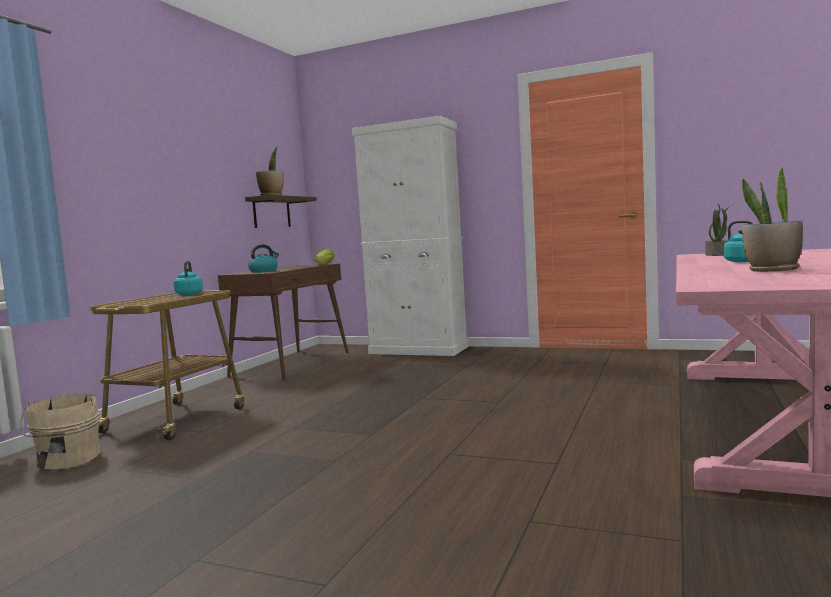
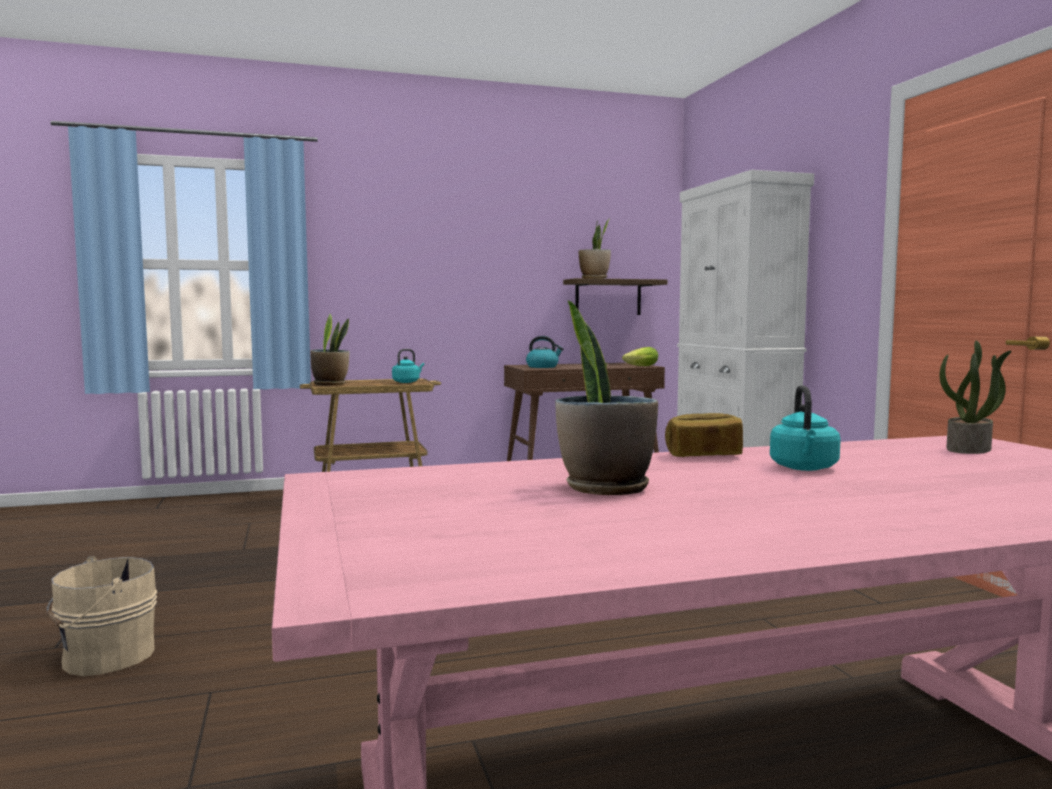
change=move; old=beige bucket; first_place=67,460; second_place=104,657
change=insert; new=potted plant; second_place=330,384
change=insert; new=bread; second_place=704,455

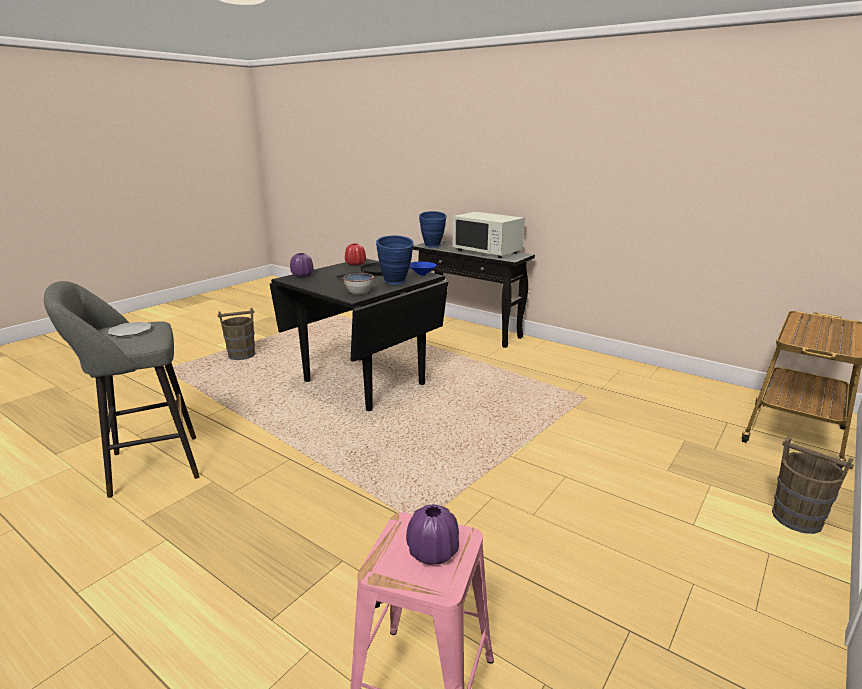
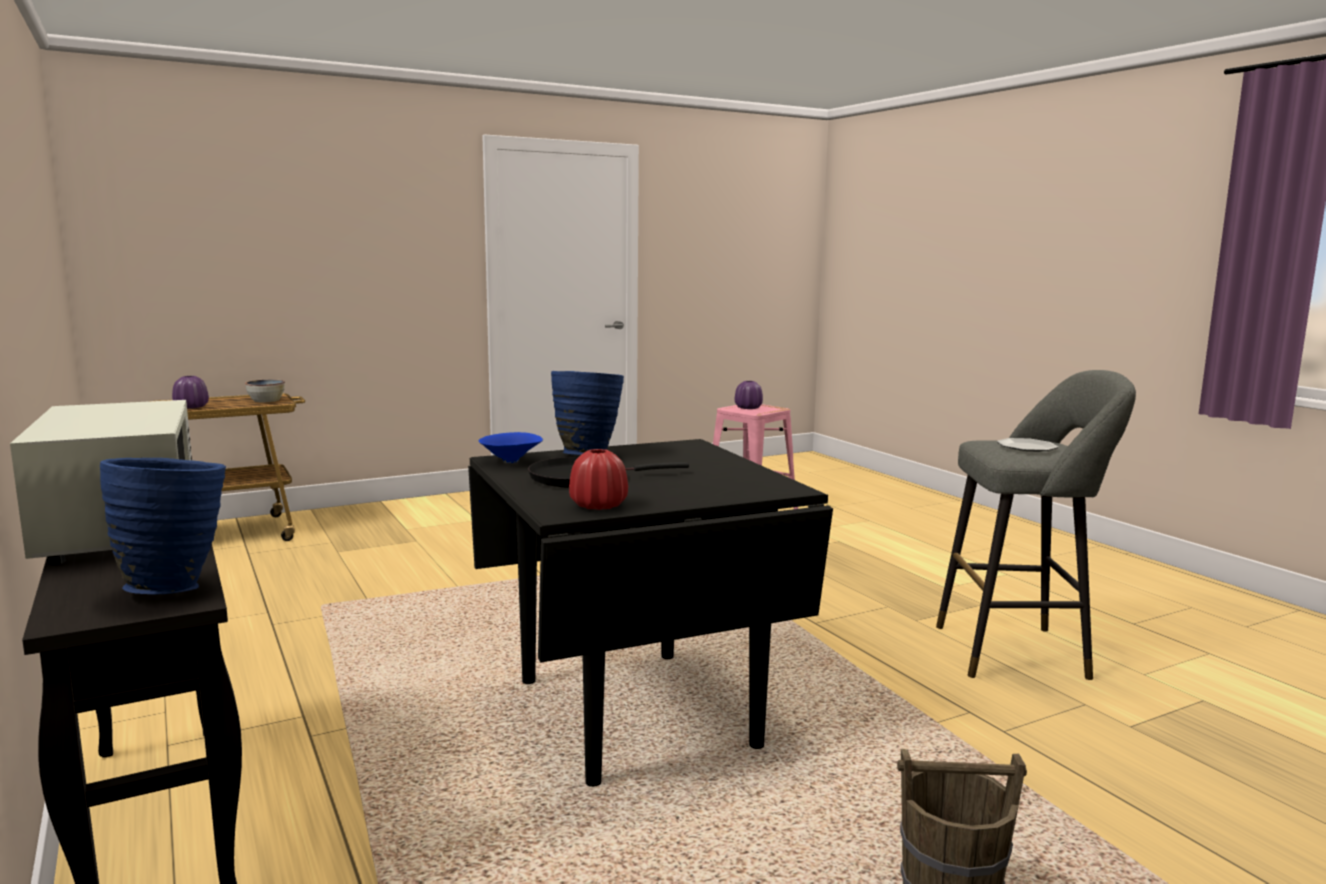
change=move; old=purple vase; first_place=302,275; second_place=191,407
change=move; old=bowl; first_place=359,292; second_place=266,401
change=delete; old=brown bucket; first_place=797,519

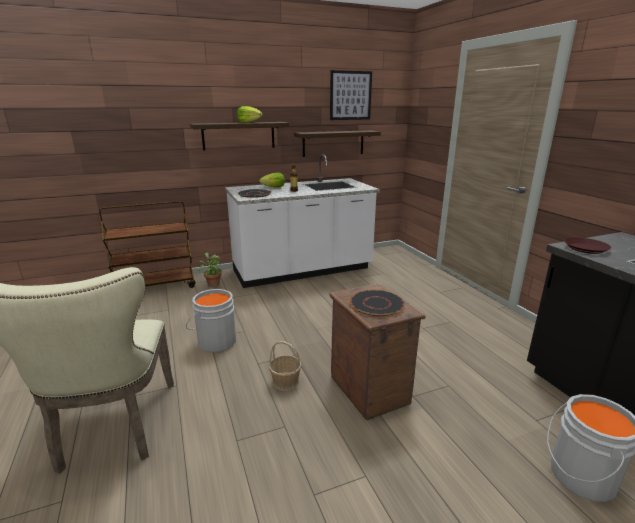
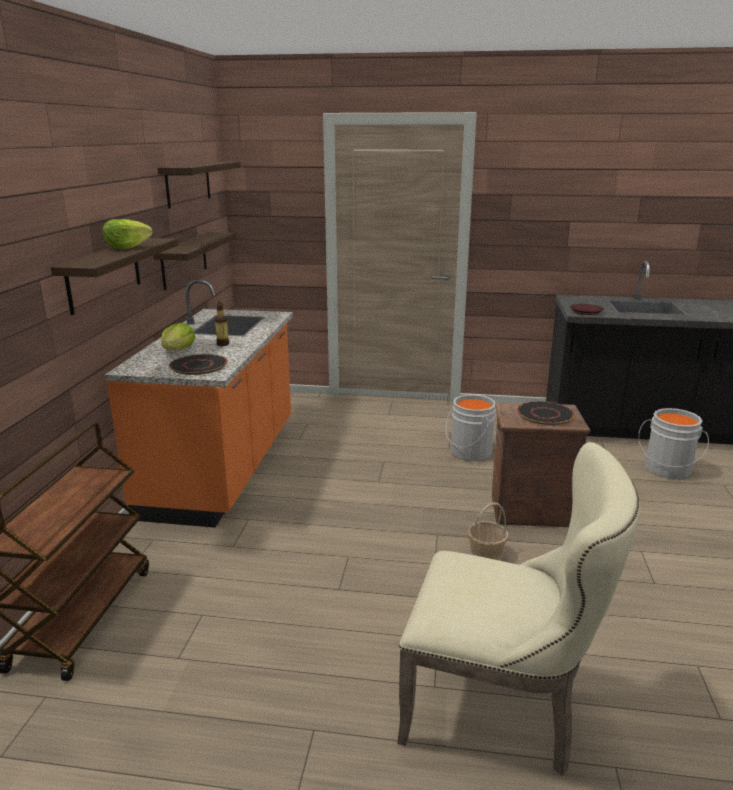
change=recolor; old=white counter; new=orange counter; first_place=302,270; second_place=224,467
change=replace; old=picture; new=shelf; first_place=350,95; second_place=188,183
change=move; old=grey bucket; first_place=216,341; second_place=469,452
change=delete; old=potted plant; first_place=212,284

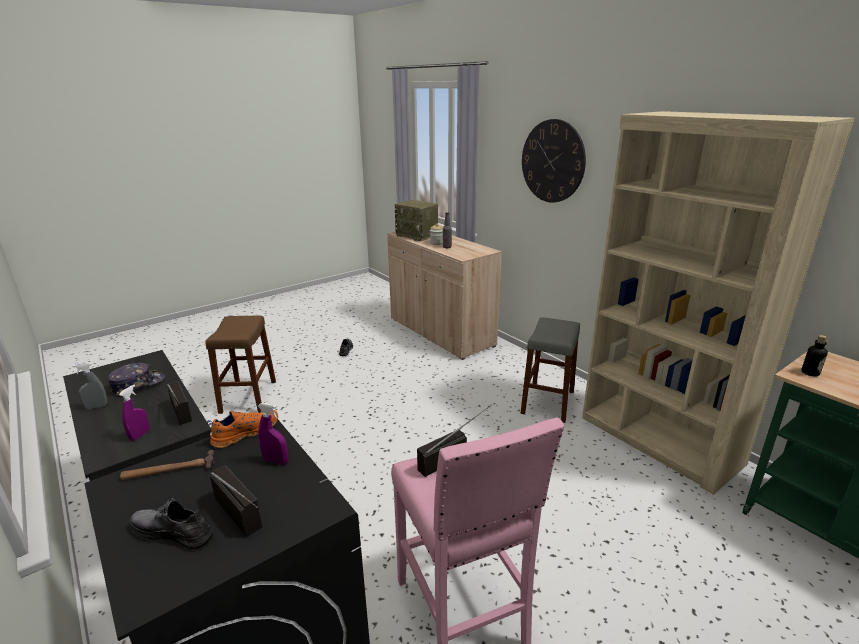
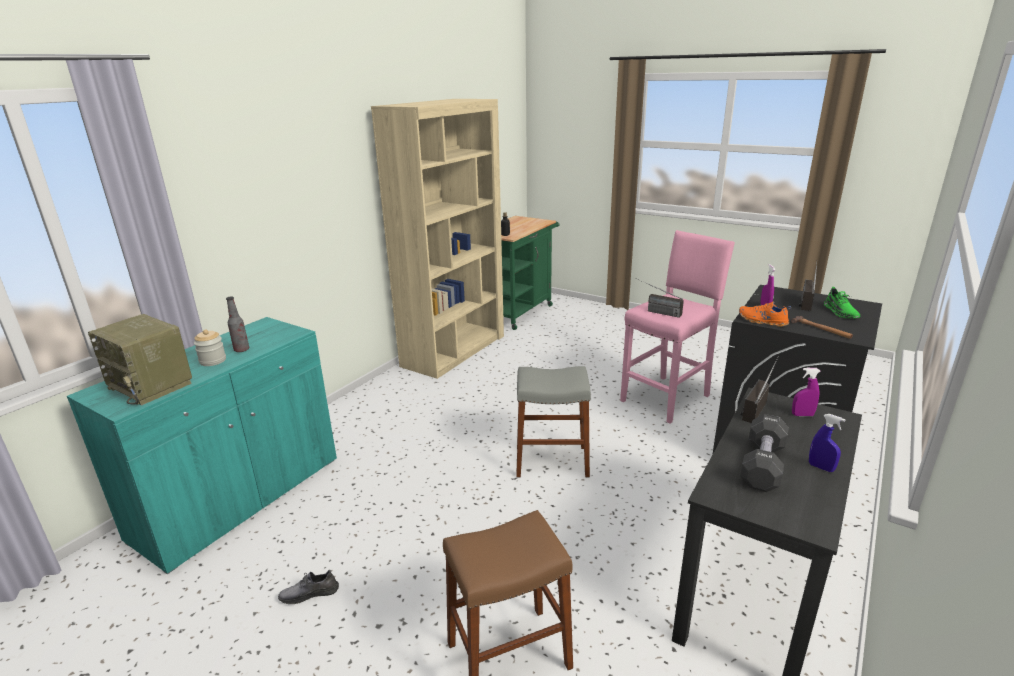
change=recolor; old=beige cabinet; new=turquoise cabinet; first_place=440,332; second_place=240,498
change=rotate; old=radio; first_place=417,235; second_place=152,385; degrees=105
change=move; old=grey stool; first_place=548,402; second_place=551,461
change=replace; old=cap; new=black dumbbell; first_place=138,384; second_place=762,465
change=recolor; old=grey spray bottle; new=blue spray bottle; first_place=96,407; second_place=821,467
change=recolor; old=grey shoe; new=green shoe; first_place=173,532; second_place=840,312
change=delete; old=wall clock; first_place=552,161

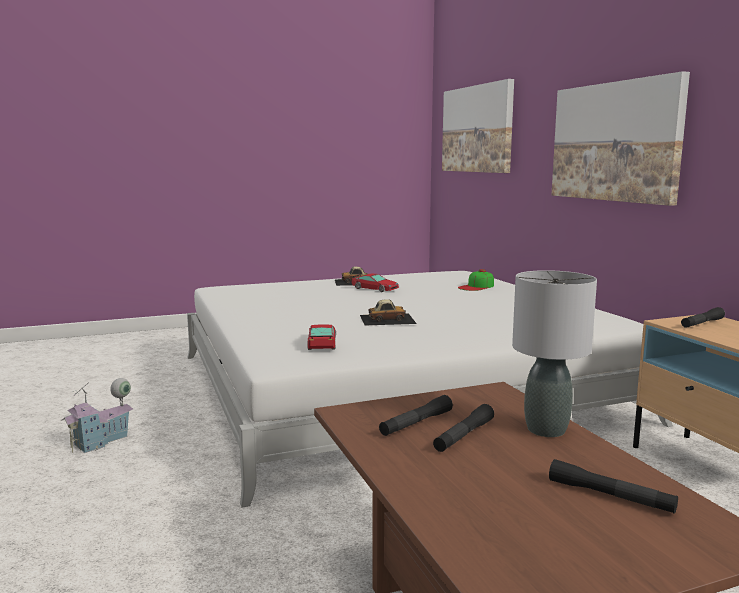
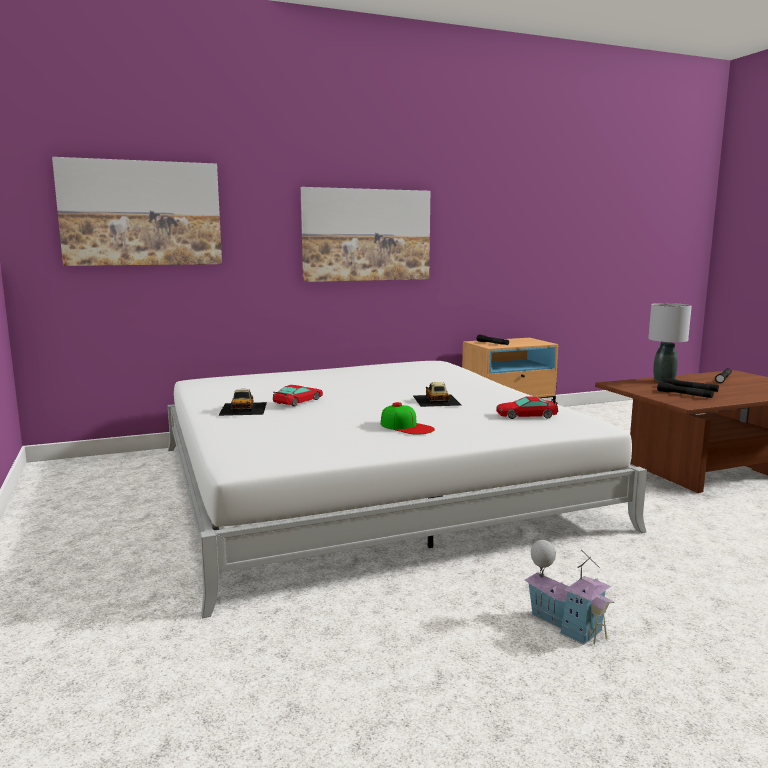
change=move; old=cap; first_place=476,286; second_place=406,427

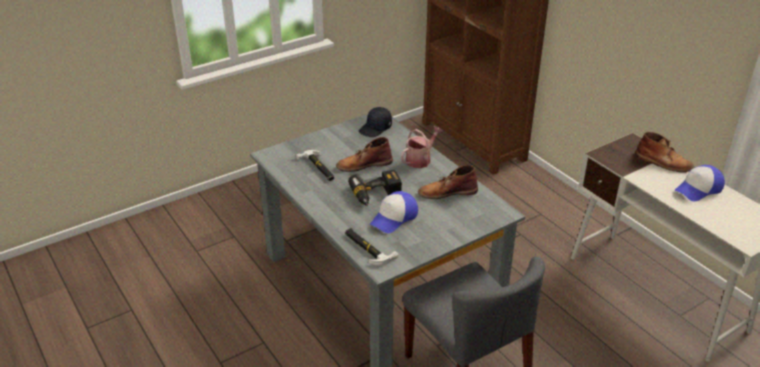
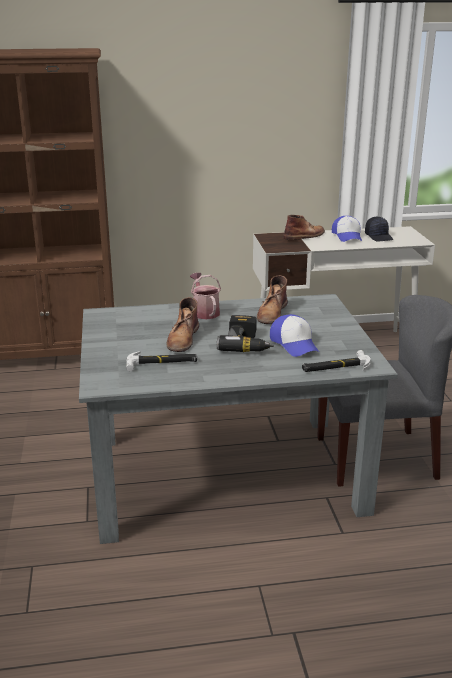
change=move; old=black cap; first_place=375,129; second_place=379,236

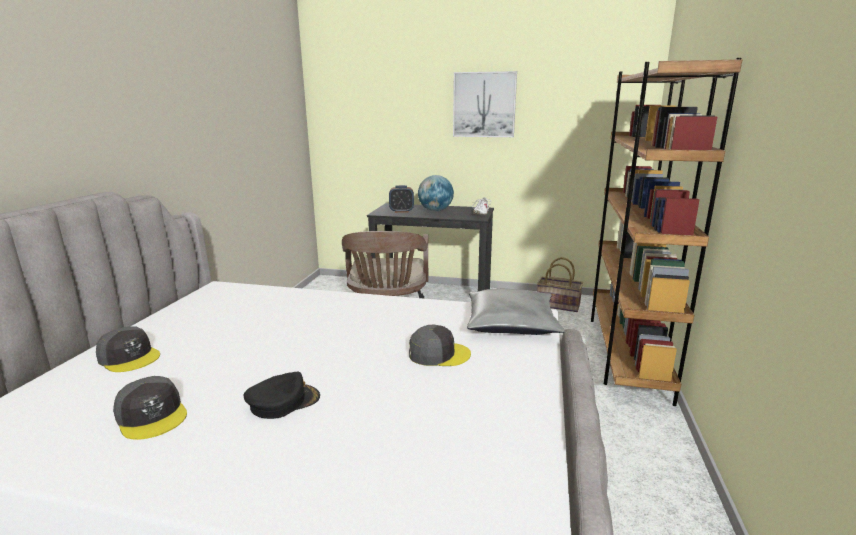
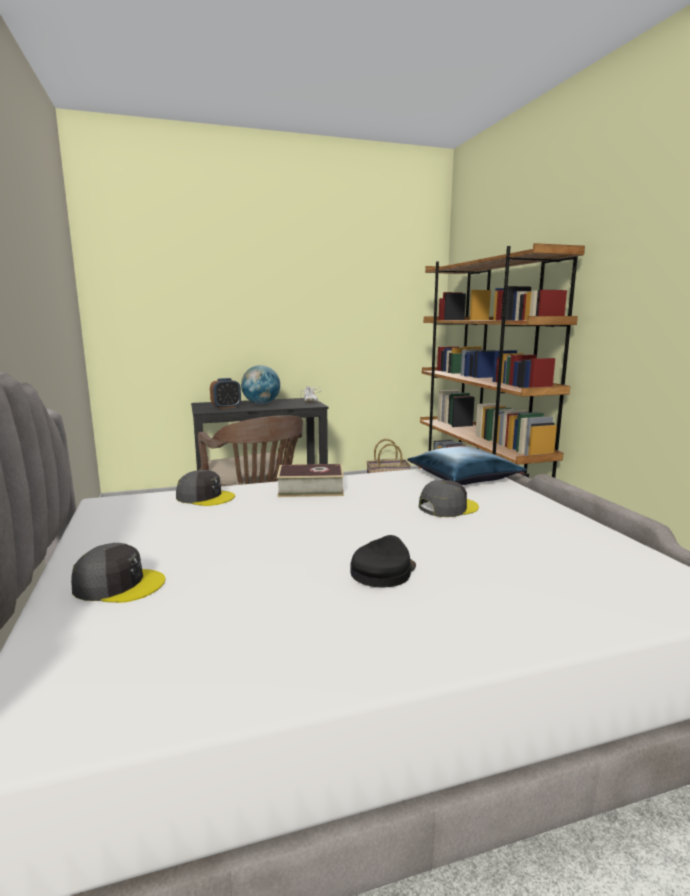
change=move; old=grey cap; first_place=152,415; second_place=205,497
change=insert; new=book; second_place=310,489
change=recolor; old=grey pillow; new=blue pillow; first_place=511,323; second_place=463,477
change=delete; old=picture; first_place=484,105

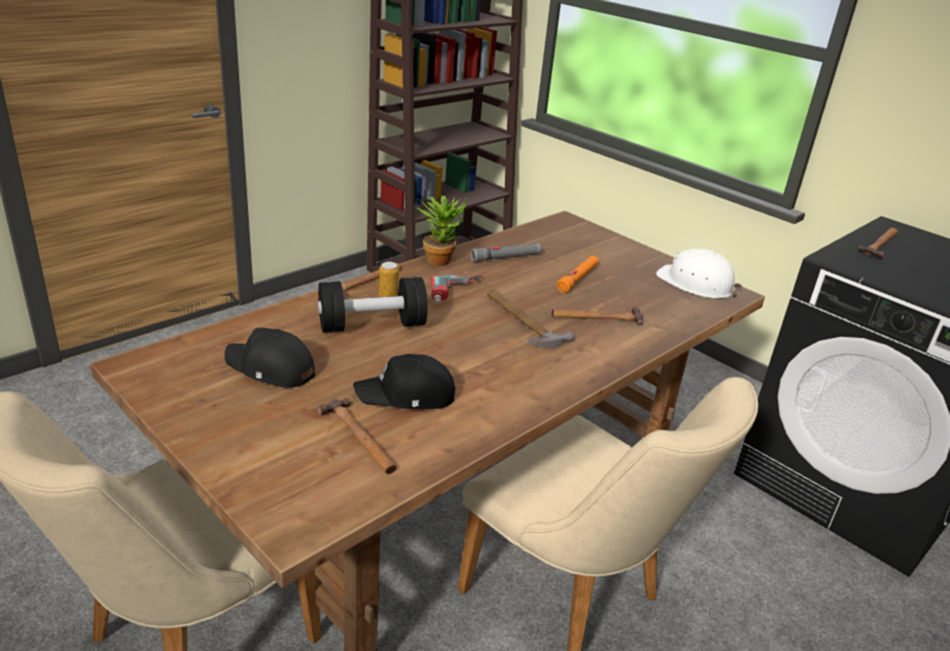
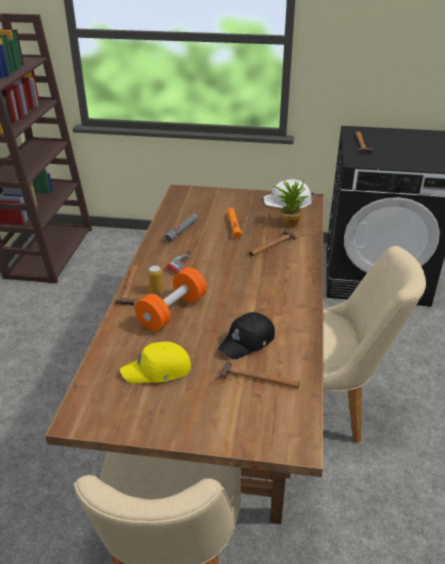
change=recolor; old=black cap; new=yellow cap; first_place=270,368; second_place=158,370
change=recolor; old=black dumbbell; new=orange dumbbell; first_place=372,325; second_place=172,312
change=move; old=potted plant; first_place=440,259; second_place=289,222
change=delete; old=hammer; first_place=521,320

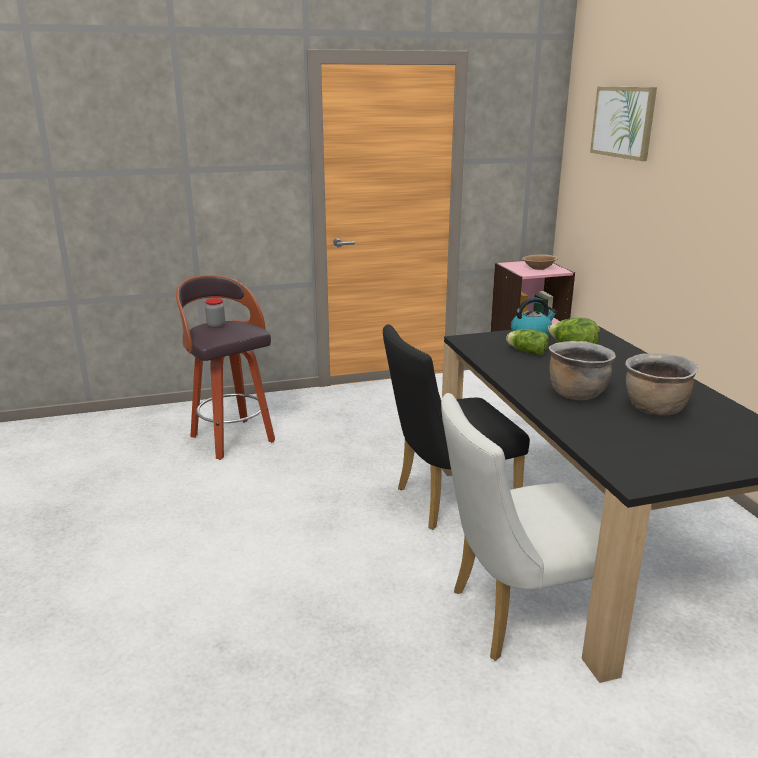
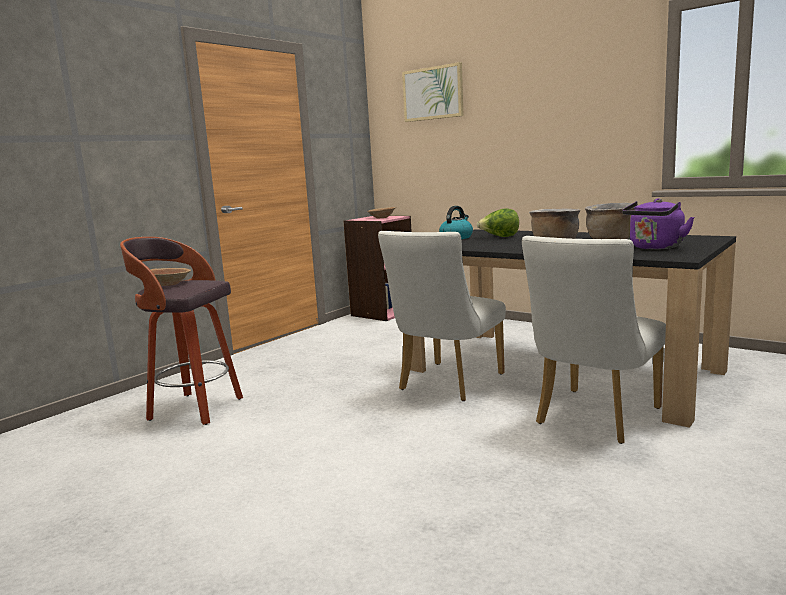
change=replace; old=jar; new=brown bowl; first_place=216,326; second_place=168,284
change=recolor; old=black chair; new=white chair; first_place=447,501; second_place=446,384
change=insert; new=purple kettle; second_place=655,248
change=delete; old=lettuce; first_place=526,351

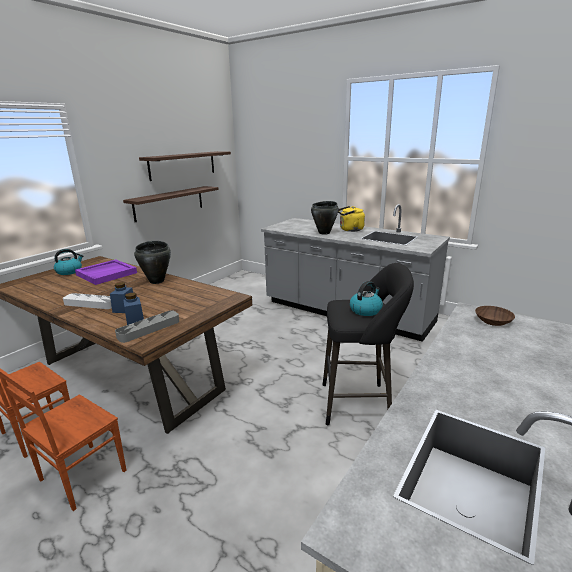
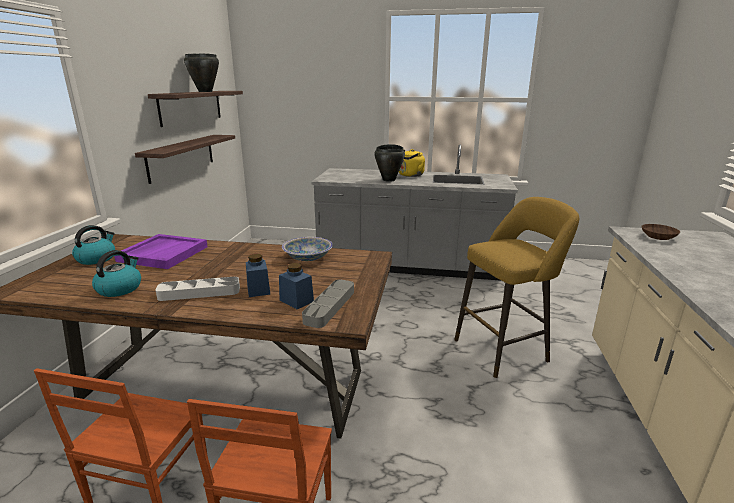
change=move; old=kettle; first_place=365,310; second_place=120,288
change=move; old=black cooking pot; first_place=157,281; second_place=205,91
change=insert; new=bowl; second_place=308,258
change=recolor; old=black stool; new=yellow stool; first_place=360,403; second_place=504,349

